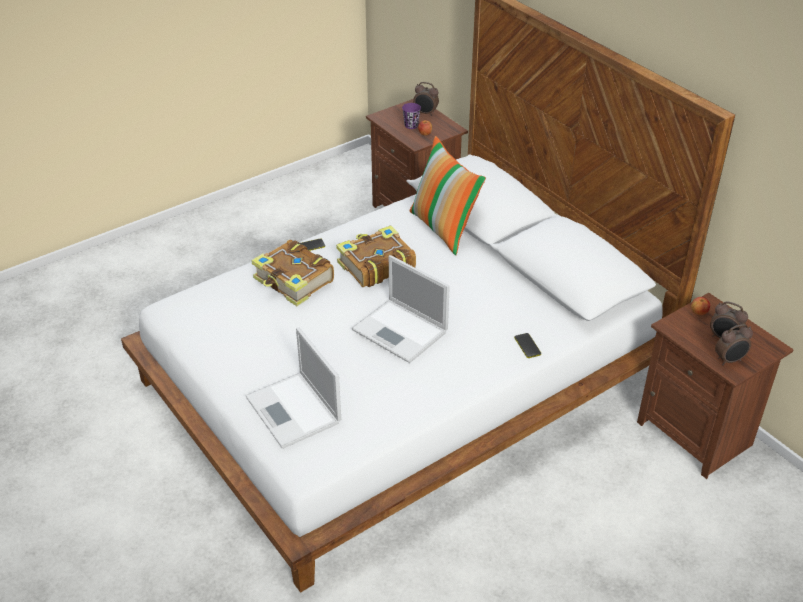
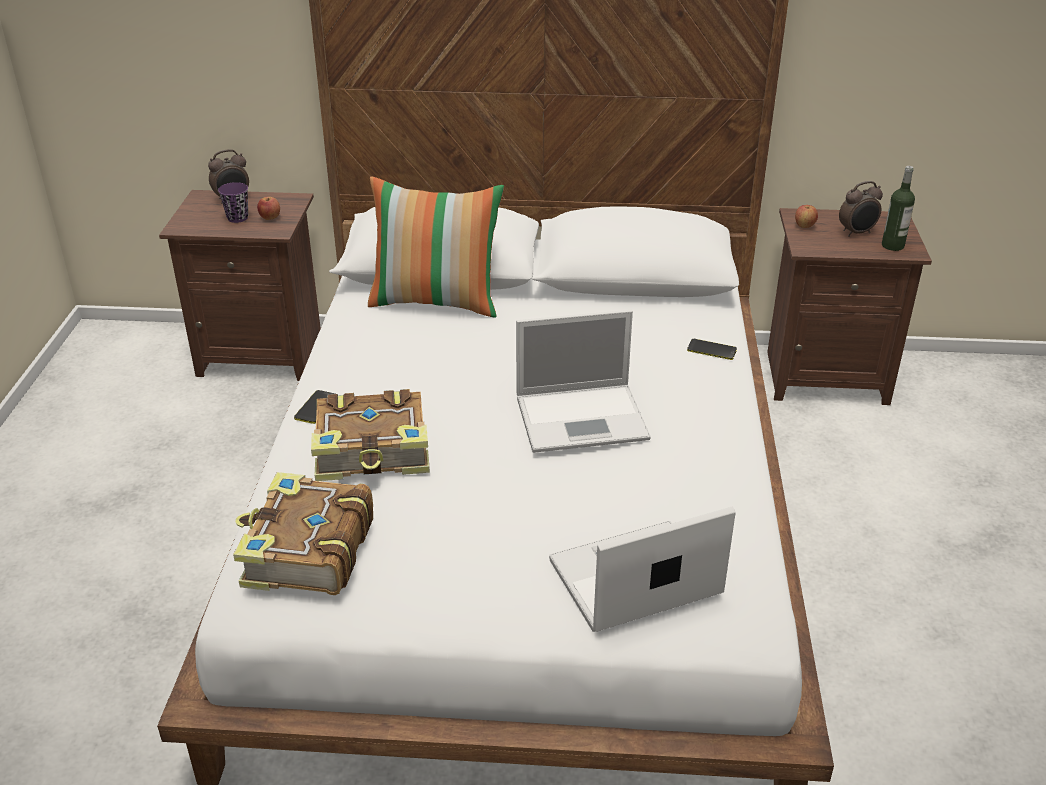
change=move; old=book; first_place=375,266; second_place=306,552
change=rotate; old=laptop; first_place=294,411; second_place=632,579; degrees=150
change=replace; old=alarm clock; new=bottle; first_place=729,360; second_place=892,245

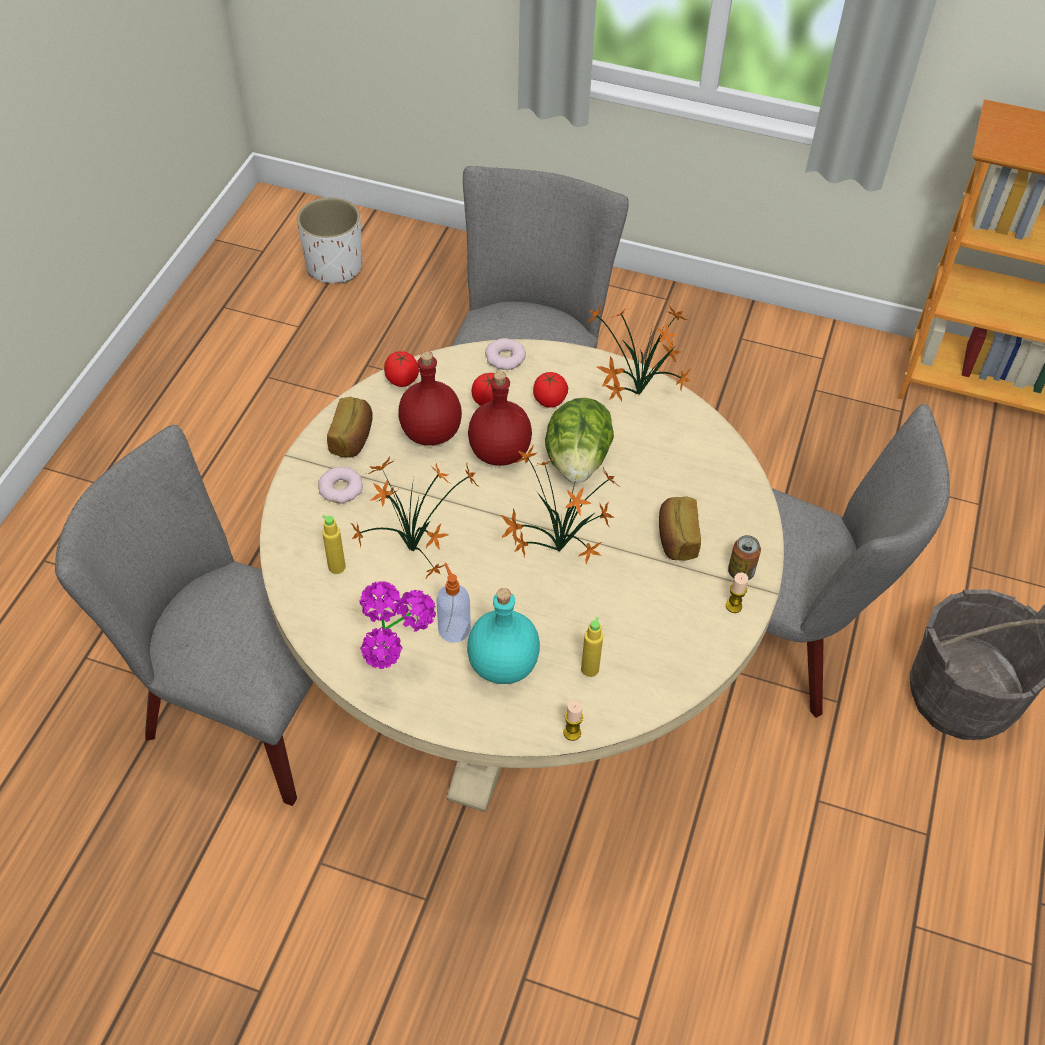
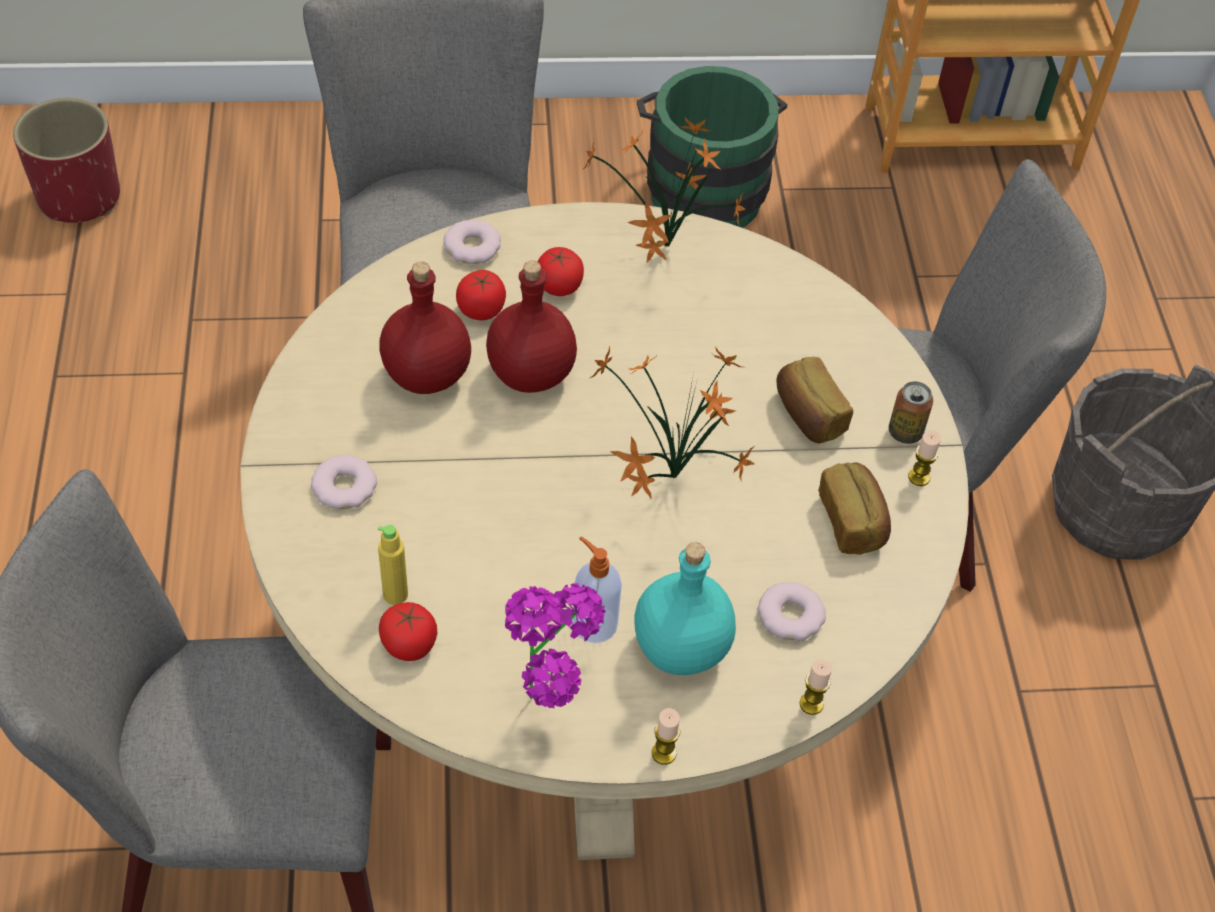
change=recolor; old=white planter; new=red planter; first_place=335,267; second_place=80,197
change=move; old=tomato; first_place=402,379; second_place=409,644
change=insert; new=green bucket; second_place=703,187
change=insert; new=candle; second_place=664,753
change=replace; old=yellow bottle; new=donut; first_place=590,669; second_place=790,615
change=move; old=bread; first_place=353,438; second_place=853,521
change=delete; old=potted plant; first_place=410,548
change=delete; old=lettuce; first_place=577,461

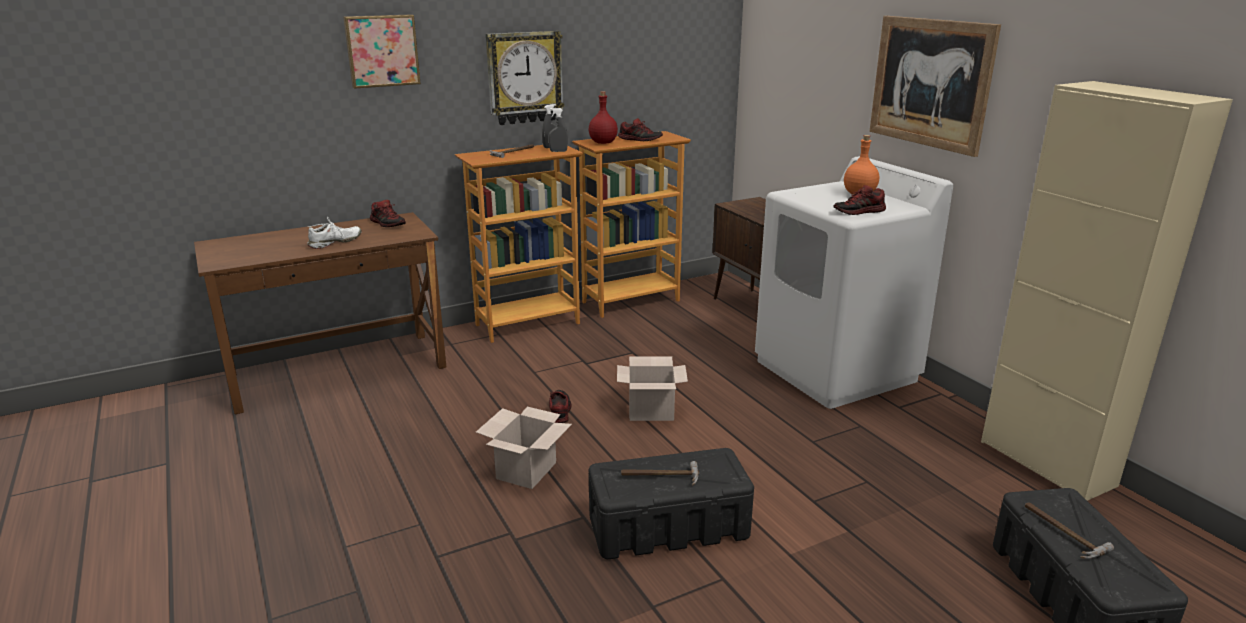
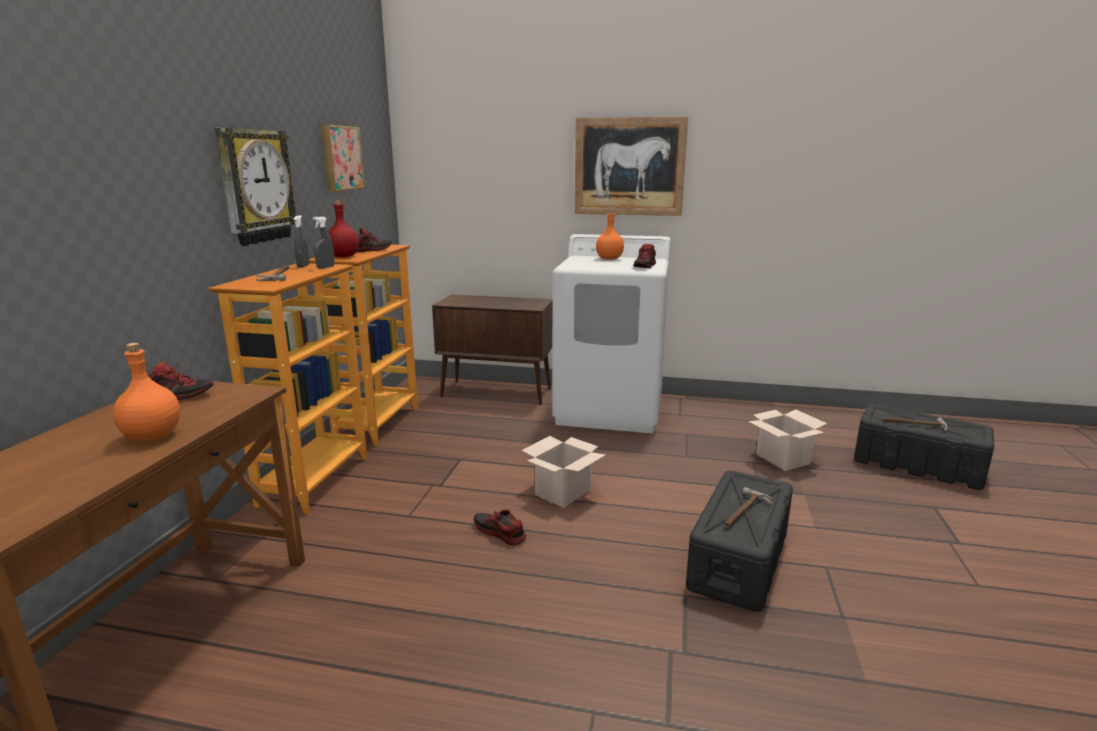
change=replace; old=white shoe; new=orange bottle; first_place=335,243; second_place=152,436
change=move; old=picture; first_place=382,50; second_place=340,158
change=move; old=cardboard box; first_place=526,469; second_place=781,458
change=delete; old=beige cabinet; first_place=1046,463

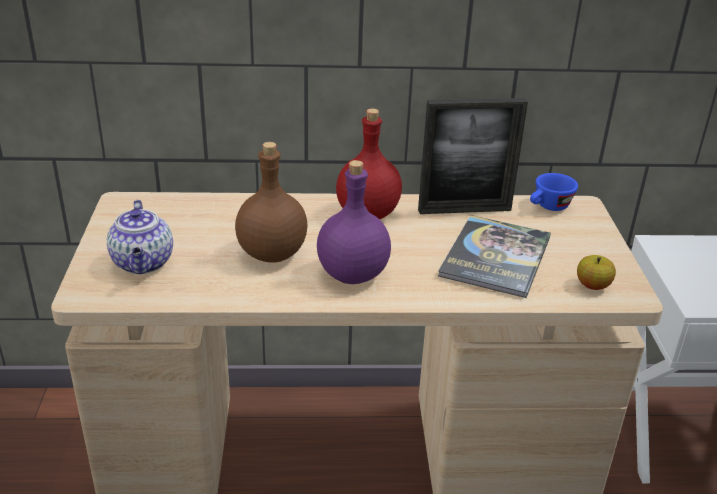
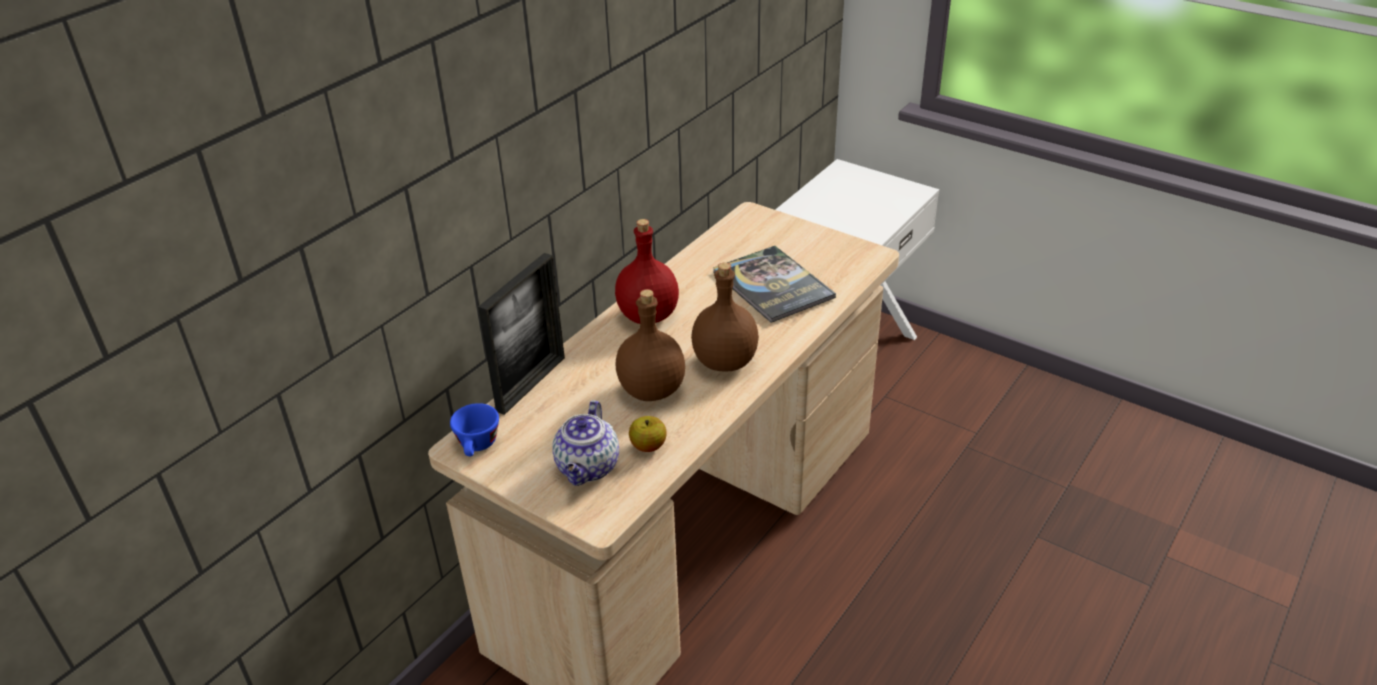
change=move; old=blue cup; first_place=548,207; second_place=478,446
change=move; old=picture frame; first_place=464,210; second_place=531,384
change=rotate; old=teapot; first_place=143,263; second_place=588,468; degrees=75
change=move; old=apple; first_place=592,286; second_place=648,446
change=recolor; old=purple bottle; new=brown bottle; first_place=351,274; second_place=724,362

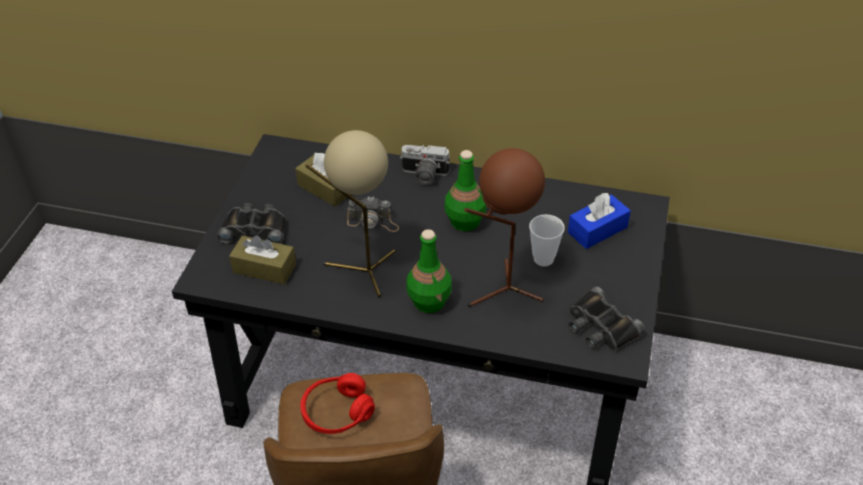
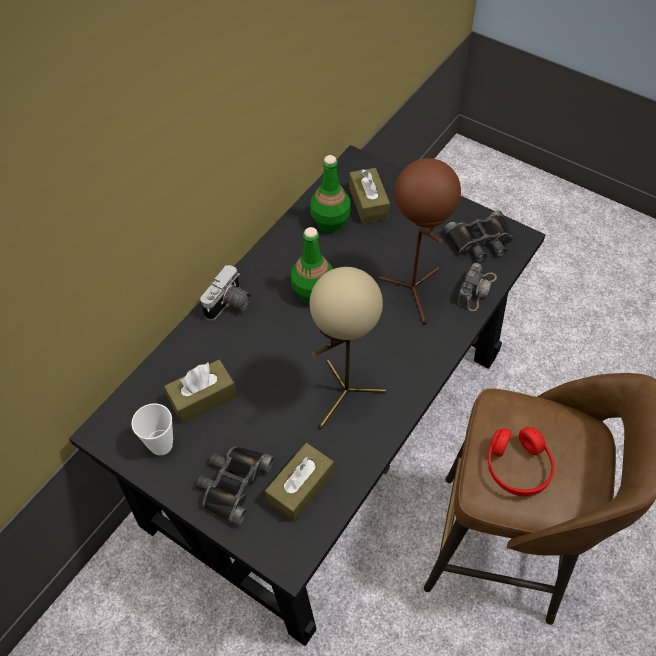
change=move; old=cup; first_place=543,259; second_place=161,445
change=move; old=green bottle; first_place=429,301; second_place=330,221
change=recolor; old=blue tissue box; new=brown tissue box; first_place=597,230; second_place=368,203
change=move; old=photo camera; first_place=373,221; second_place=477,289

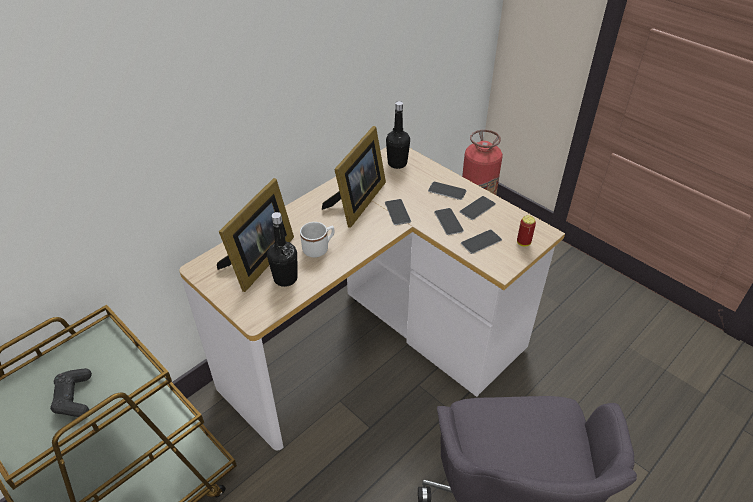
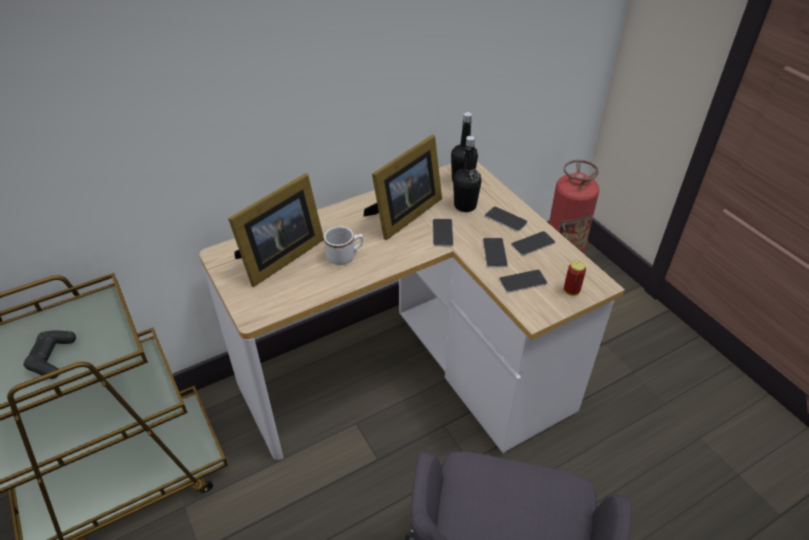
change=move; old=black bottle; first_place=285,278; second_place=465,206

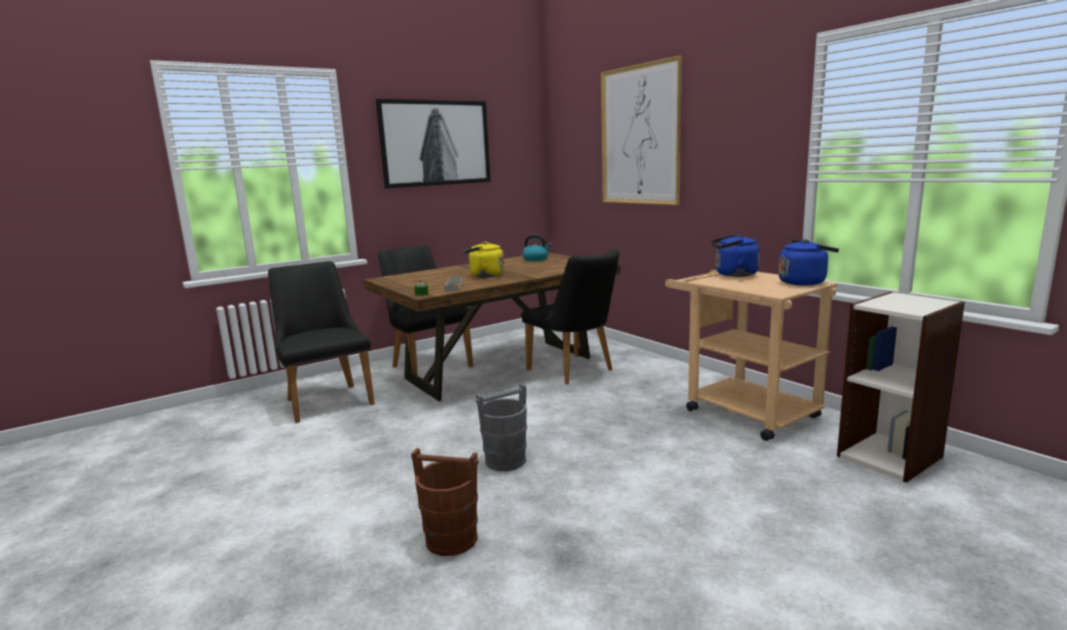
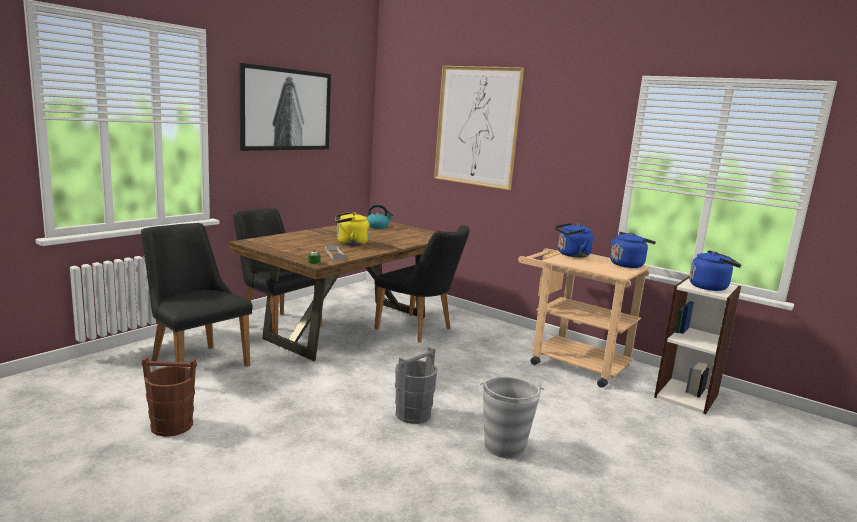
change=move; old=brown bucket; first_place=452,539; second_place=172,426
change=insert; new=grey bucket; second_place=504,447
change=insert; new=blue kettle; second_place=710,287

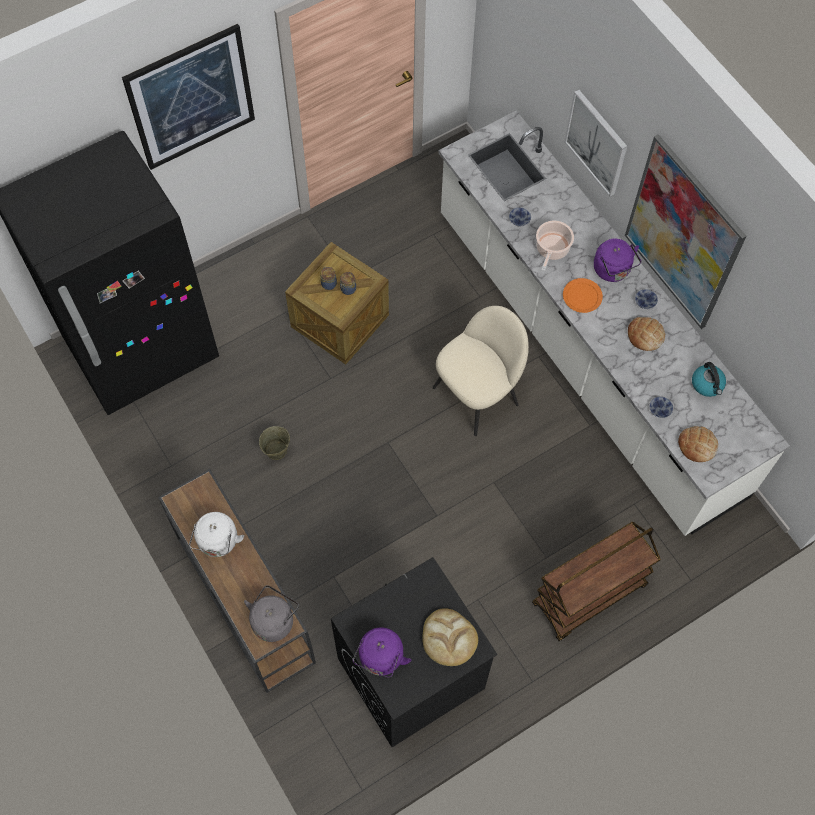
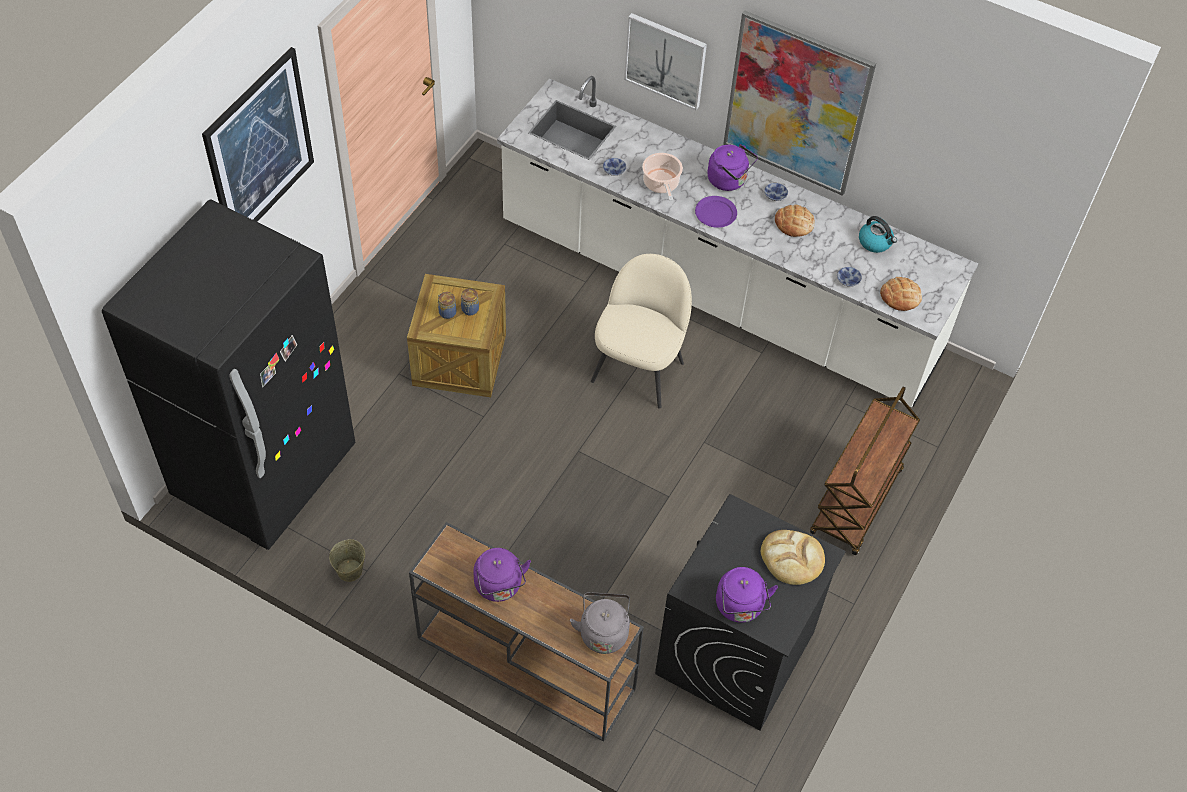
change=move; old=beige bucket; first_place=276,450; second_place=349,571
change=recolor; old=white kettle; new=purple kettle; first_place=217,543; second_place=499,587
change=recolor; old=orange plate; new=purple plate; first_place=582,297; second_place=716,213

